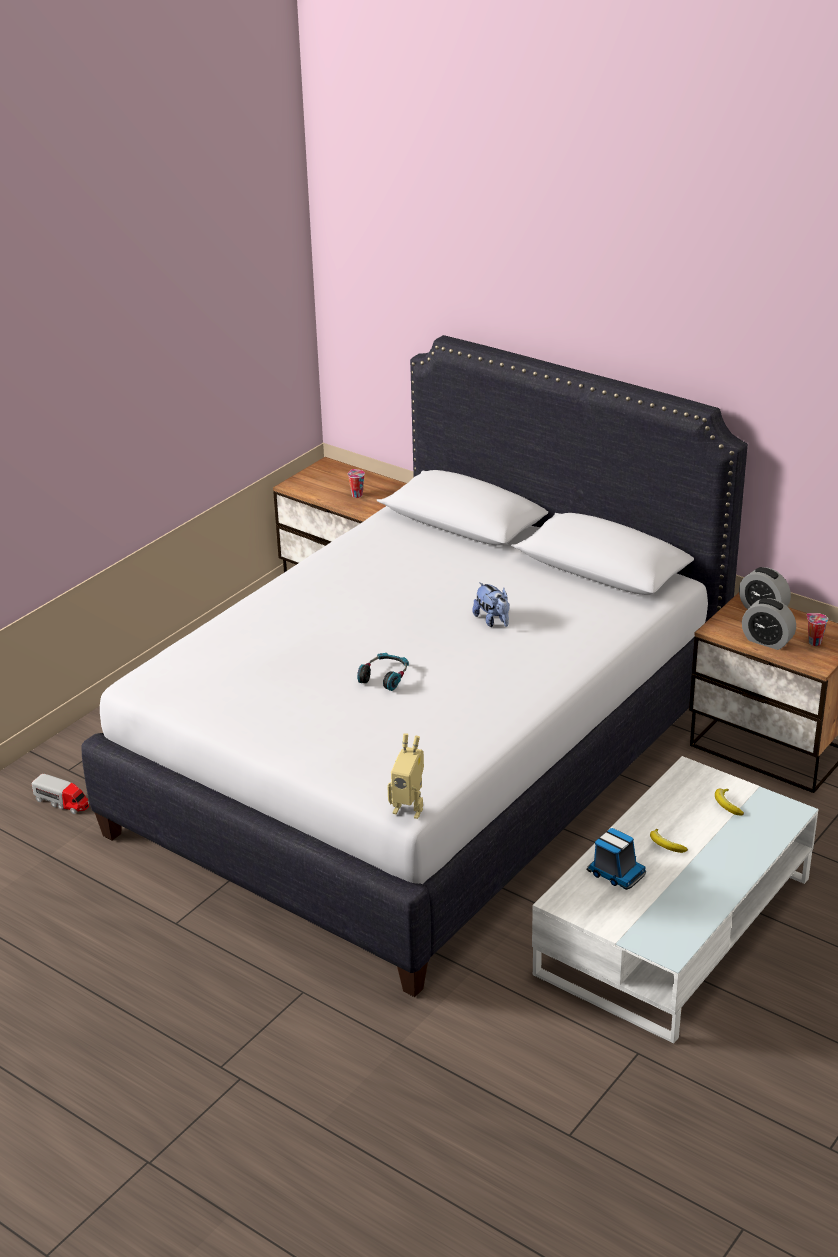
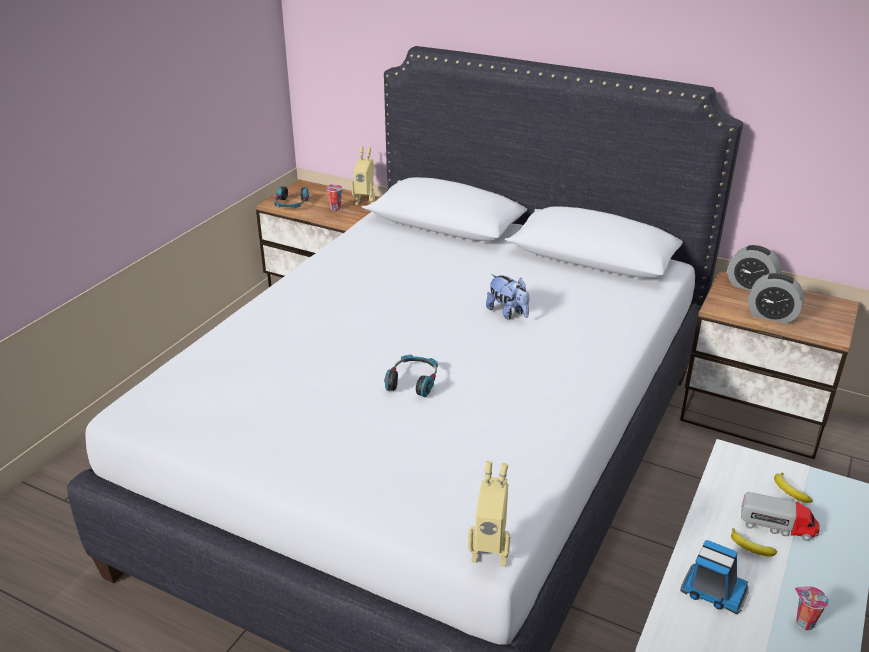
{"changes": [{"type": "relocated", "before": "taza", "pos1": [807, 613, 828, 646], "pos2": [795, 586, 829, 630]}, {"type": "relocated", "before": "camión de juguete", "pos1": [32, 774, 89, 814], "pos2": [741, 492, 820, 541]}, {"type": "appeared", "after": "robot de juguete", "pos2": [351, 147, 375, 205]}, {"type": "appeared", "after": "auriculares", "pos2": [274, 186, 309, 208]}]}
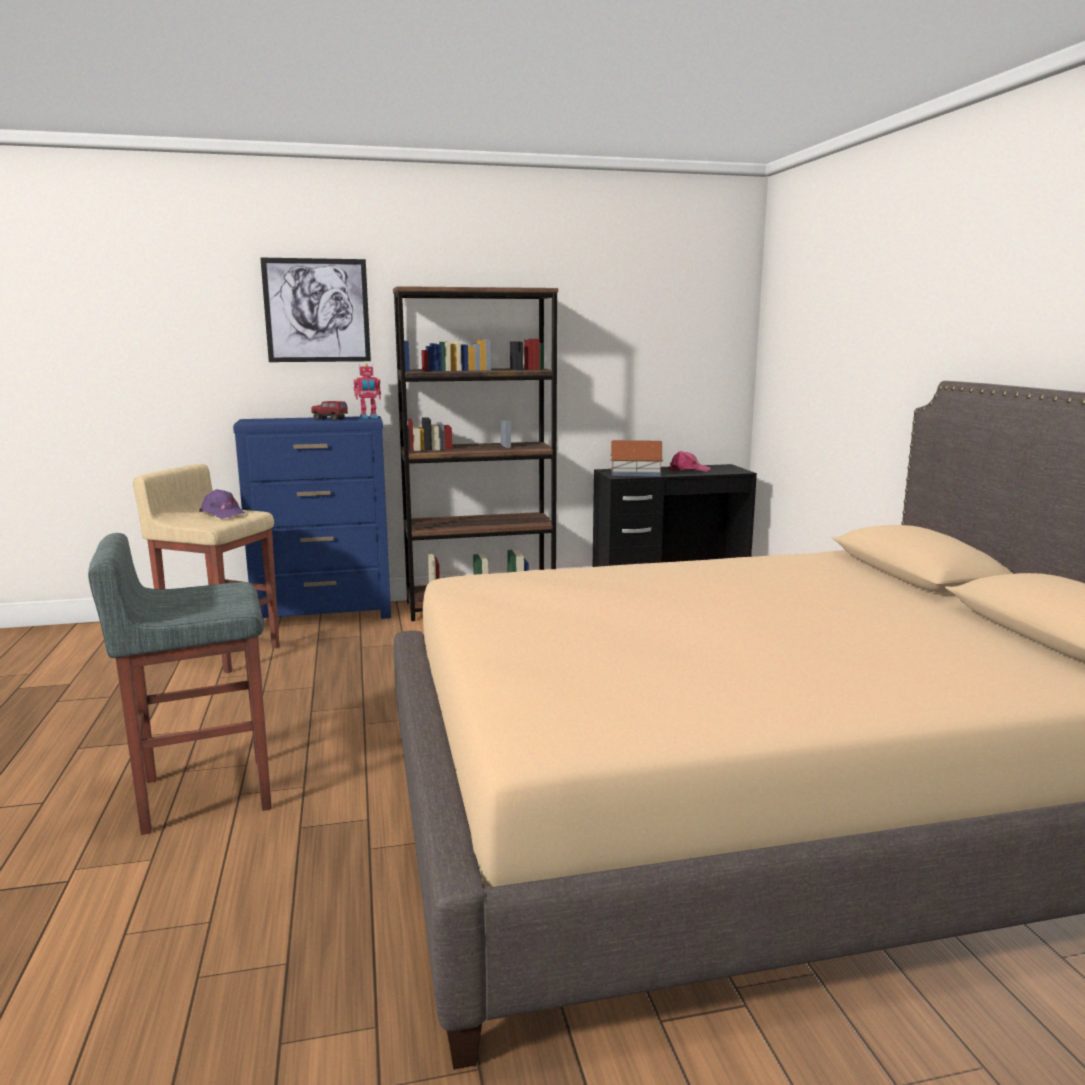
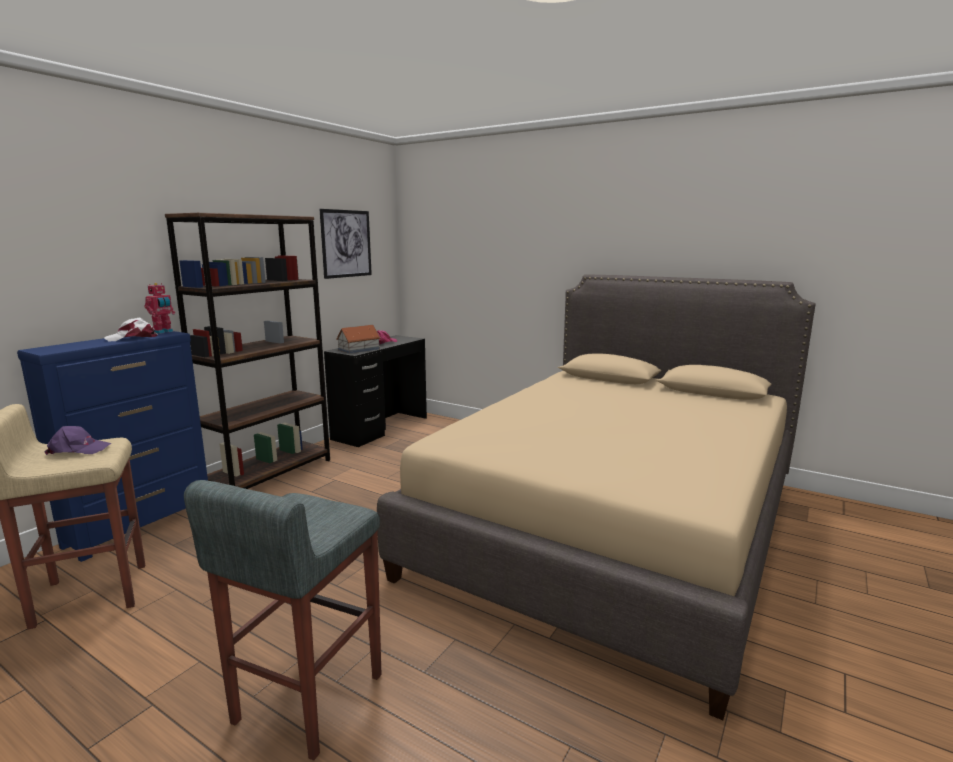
{"changes": [{"type": "relocated", "before": "cuadro", "pos1": [260, 258, 371, 362], "pos2": [320, 209, 372, 279]}, {"type": "exchanged", "before": "camión de juguete", "after": "gorra [blanco]", "pos1": [311, 401, 348, 421], "pos2": [105, 317, 158, 342]}]}
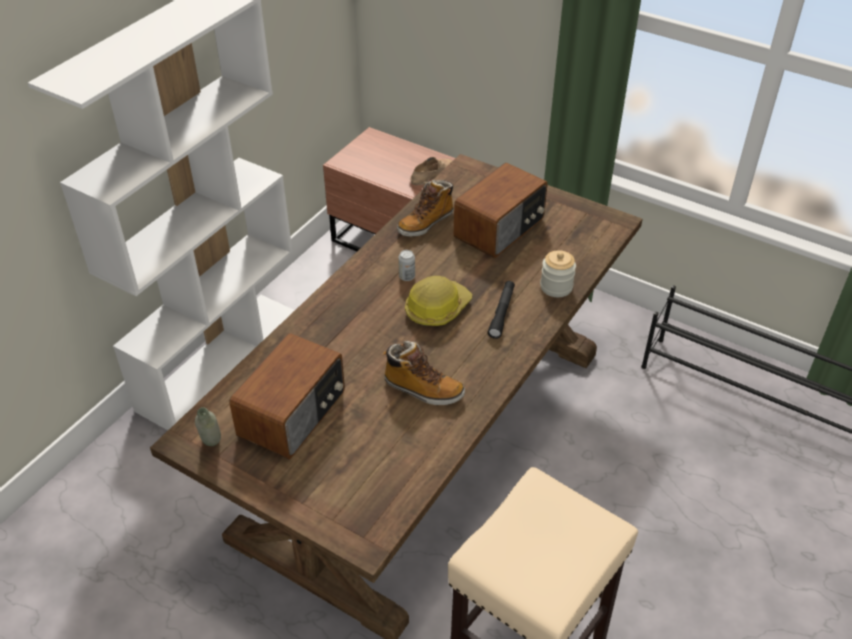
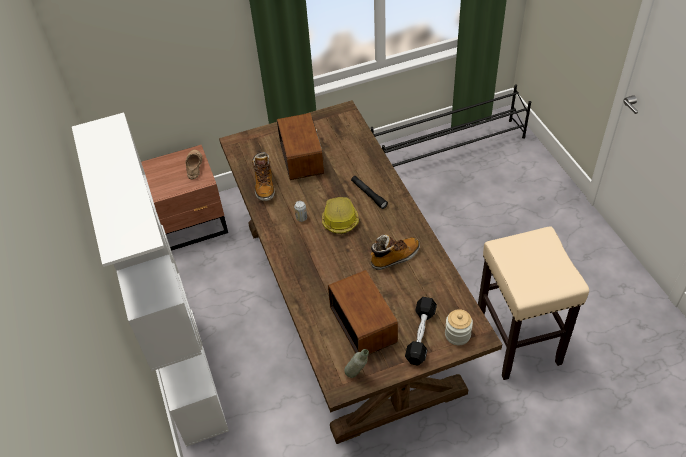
{"changes": [{"type": "relocated", "before": "tarro", "pos1": [540, 250, 576, 297], "pos2": [445, 309, 473, 345]}, {"type": "appeared", "after": "mancuerna [negro]", "pos2": [405, 297, 437, 366]}]}
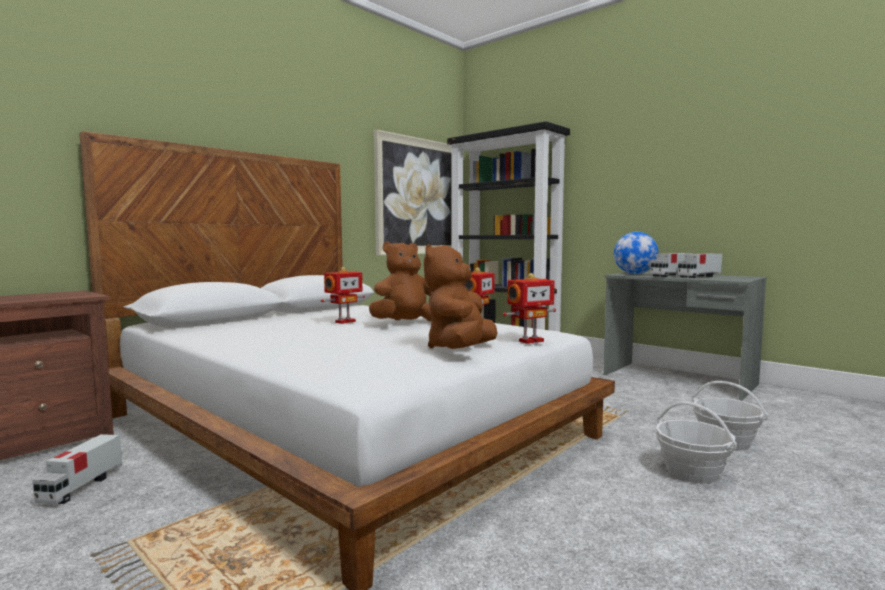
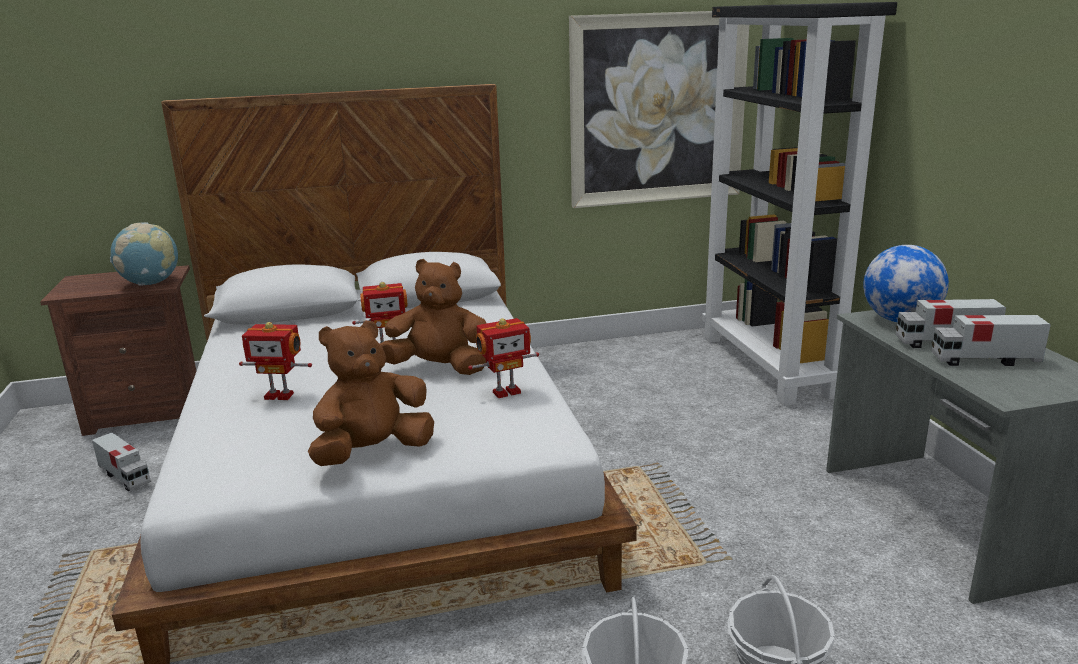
{"changes": [{"type": "relocated", "before": "robot de juguete", "pos1": [503, 273, 556, 344], "pos2": [239, 322, 312, 400]}, {"type": "spun", "before": "camión de juguete", "pos1": [33, 434, 122, 504], "pos2": [92, 433, 151, 491], "turn": -90}, {"type": "appeared", "after": "globo terráqueo", "pos2": [110, 222, 178, 286]}]}
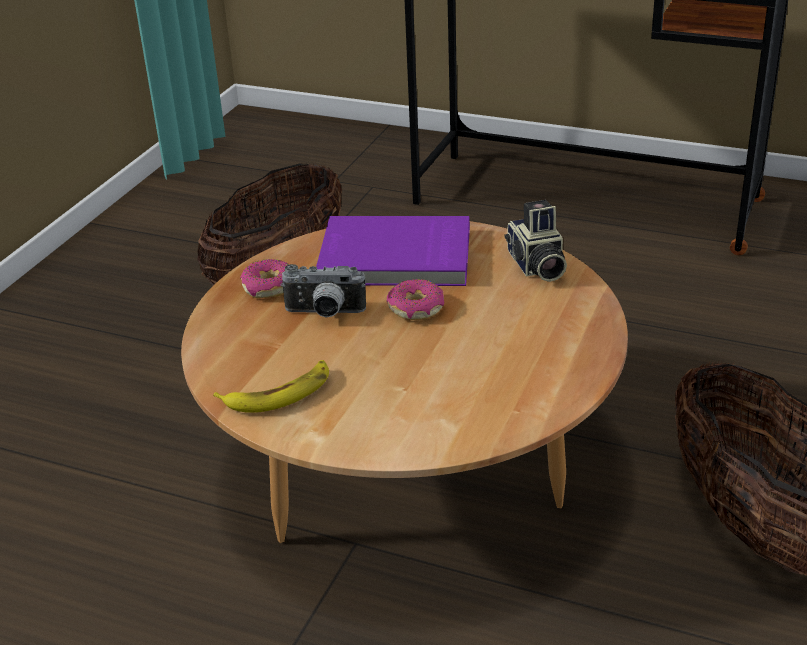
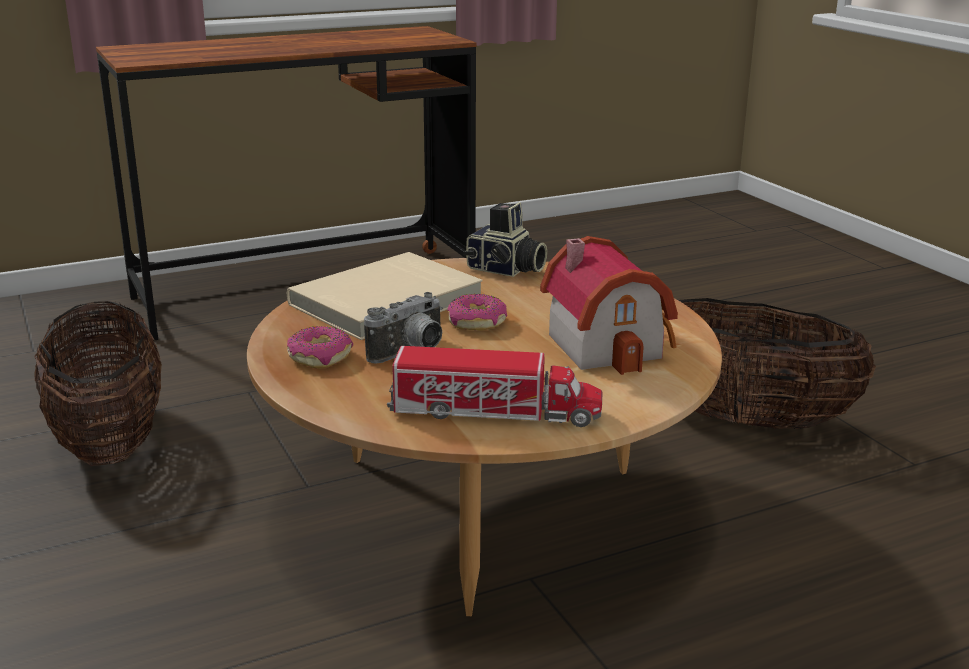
{"changes": [{"type": "colour", "before": "libro [morado]", "after": "libro [beis]", "pos1": [316, 216, 470, 286], "pos2": [287, 252, 483, 340]}, {"type": "exchanged", "before": "plátano", "after": "camión de juguete", "pos1": [213, 360, 329, 413], "pos2": [387, 346, 602, 427]}, {"type": "appeared", "after": "casita", "pos2": [540, 236, 678, 375]}]}
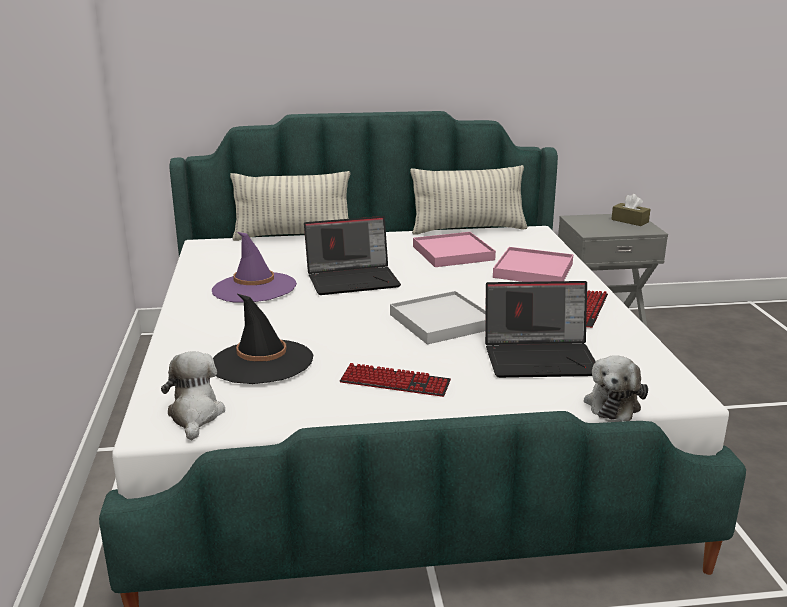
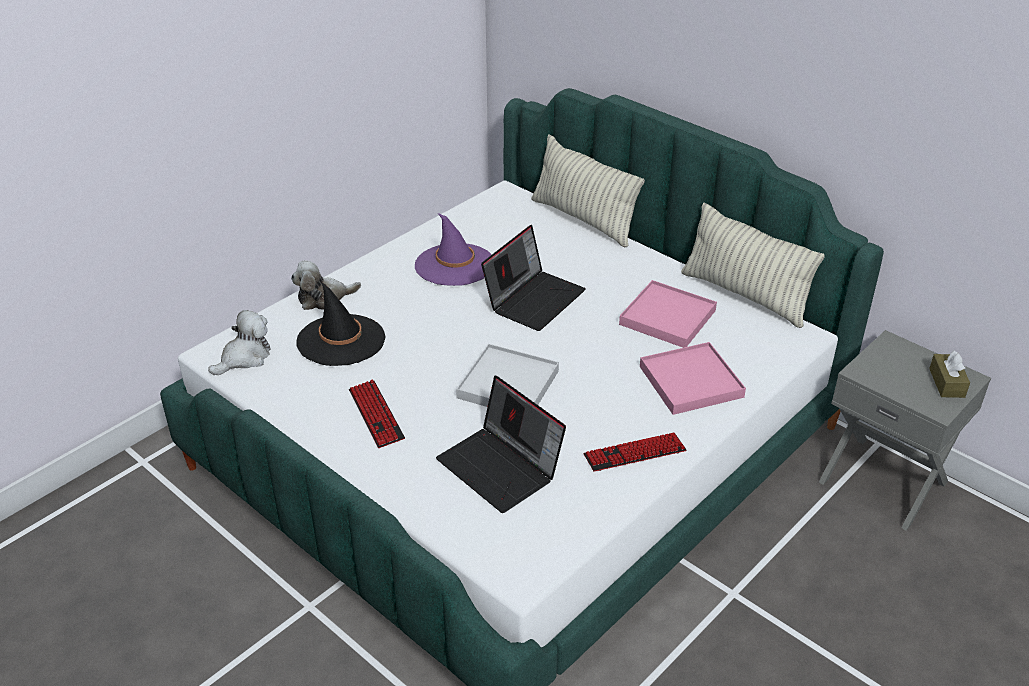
{"changes": [{"type": "spun", "before": "portátil", "pos1": [304, 216, 401, 295], "pos2": [481, 225, 585, 331], "turn": -90}, {"type": "relocated", "before": "peluche", "pos1": [584, 355, 648, 421], "pos2": [291, 260, 361, 310]}]}
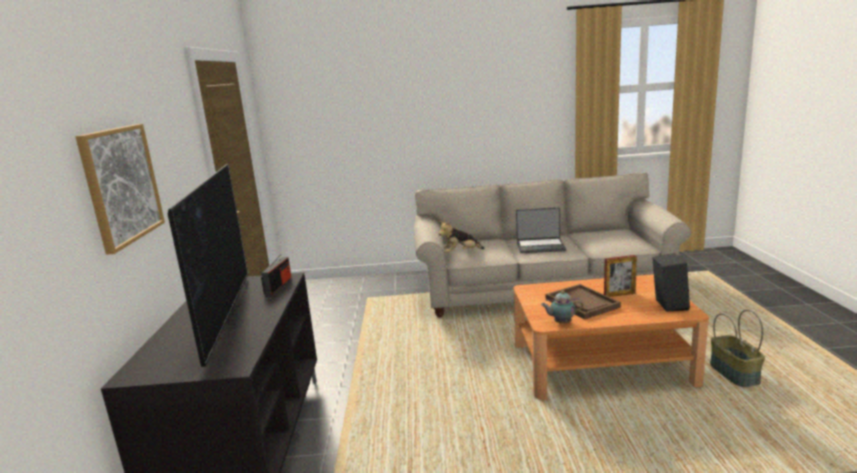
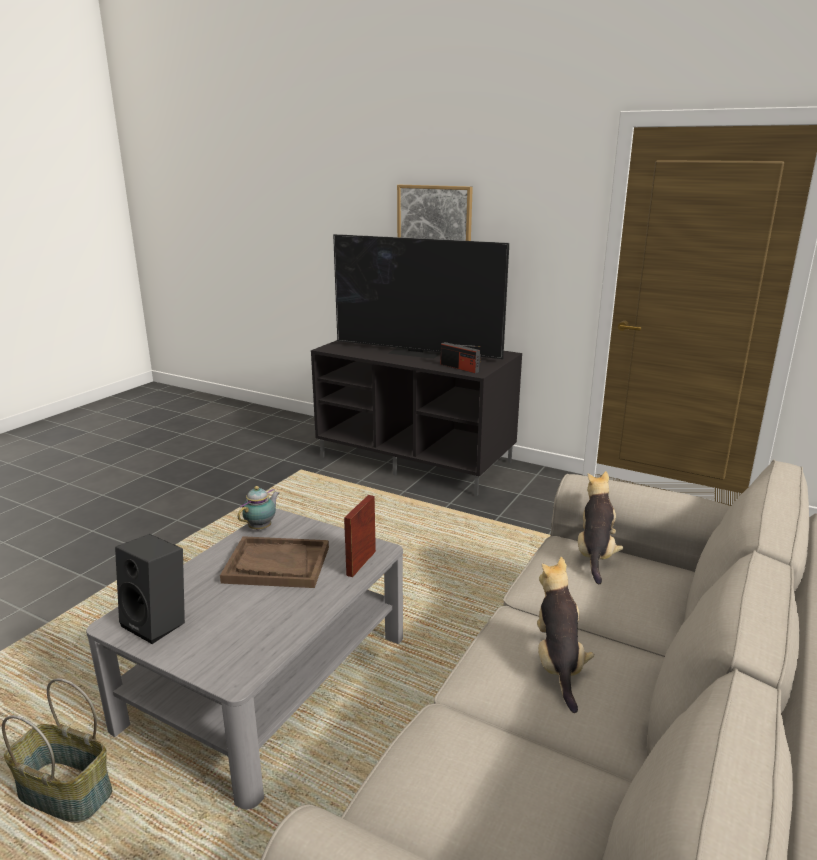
{"changes": [{"type": "exchanged", "before": "portátil", "after": "peluche", "pos1": [516, 207, 566, 253], "pos2": [537, 557, 594, 713]}, {"type": "relocated", "before": "portarretratos", "pos1": [604, 255, 637, 297], "pos2": [344, 495, 376, 577]}, {"type": "colour", "before": "mesa de centro [marrón]", "after": "mesa de centro [gris]", "pos1": [513, 274, 709, 400], "pos2": [86, 509, 403, 810]}]}
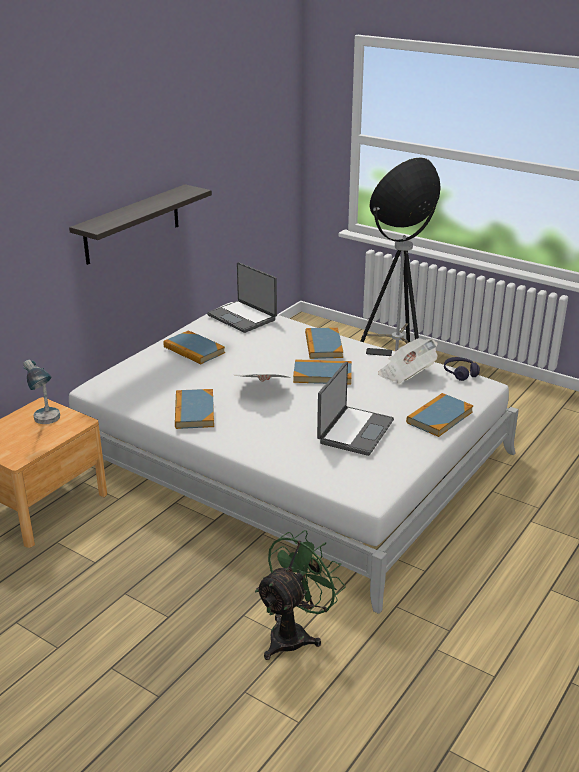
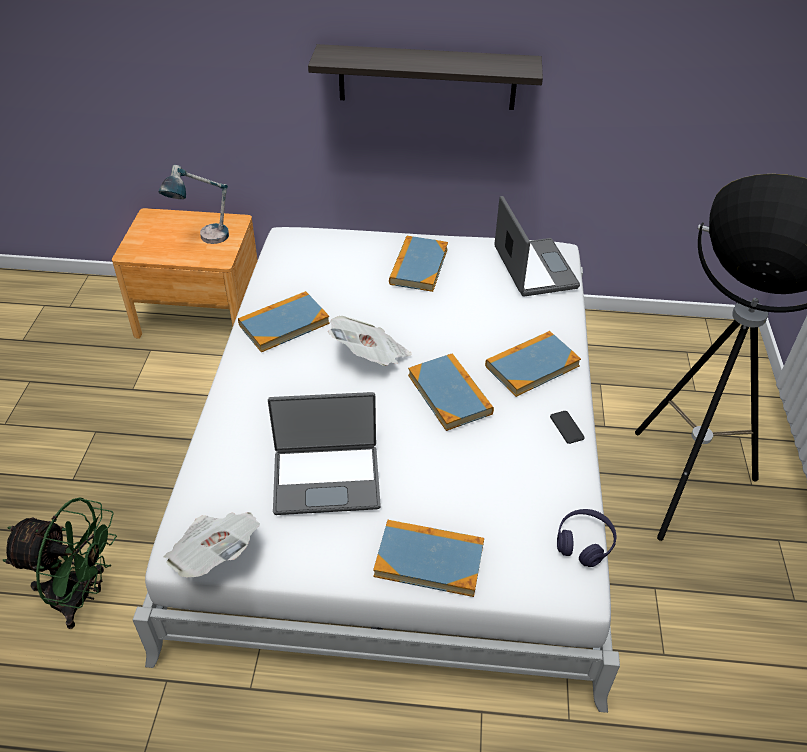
{"changes": [{"type": "spun", "before": "portátil", "pos1": [207, 262, 277, 333], "pos2": [494, 196, 580, 297], "turn": 150}, {"type": "relocated", "before": "periódico", "pos1": [378, 338, 438, 384], "pos2": [163, 512, 260, 577]}]}
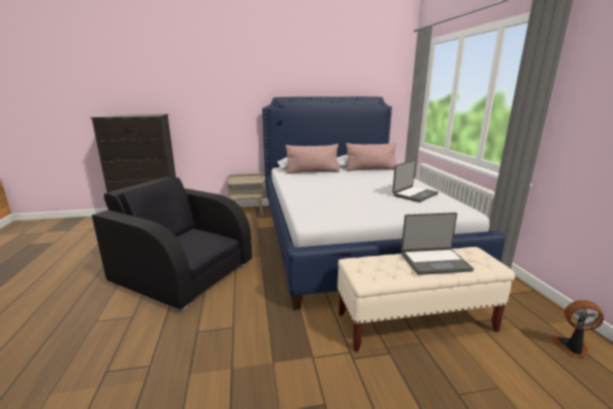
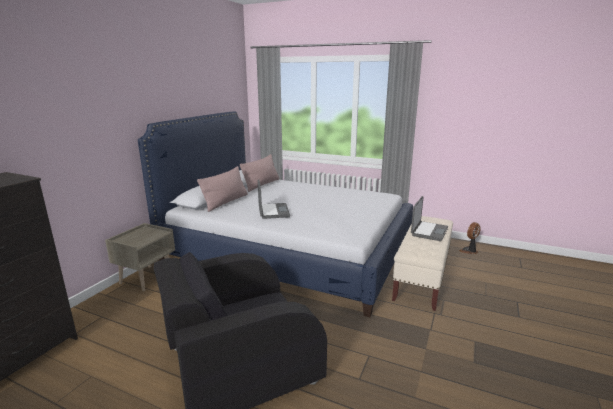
{"changes": [{"type": "relocated", "before": "portátil", "pos1": [392, 160, 439, 202], "pos2": [258, 179, 290, 219]}]}
